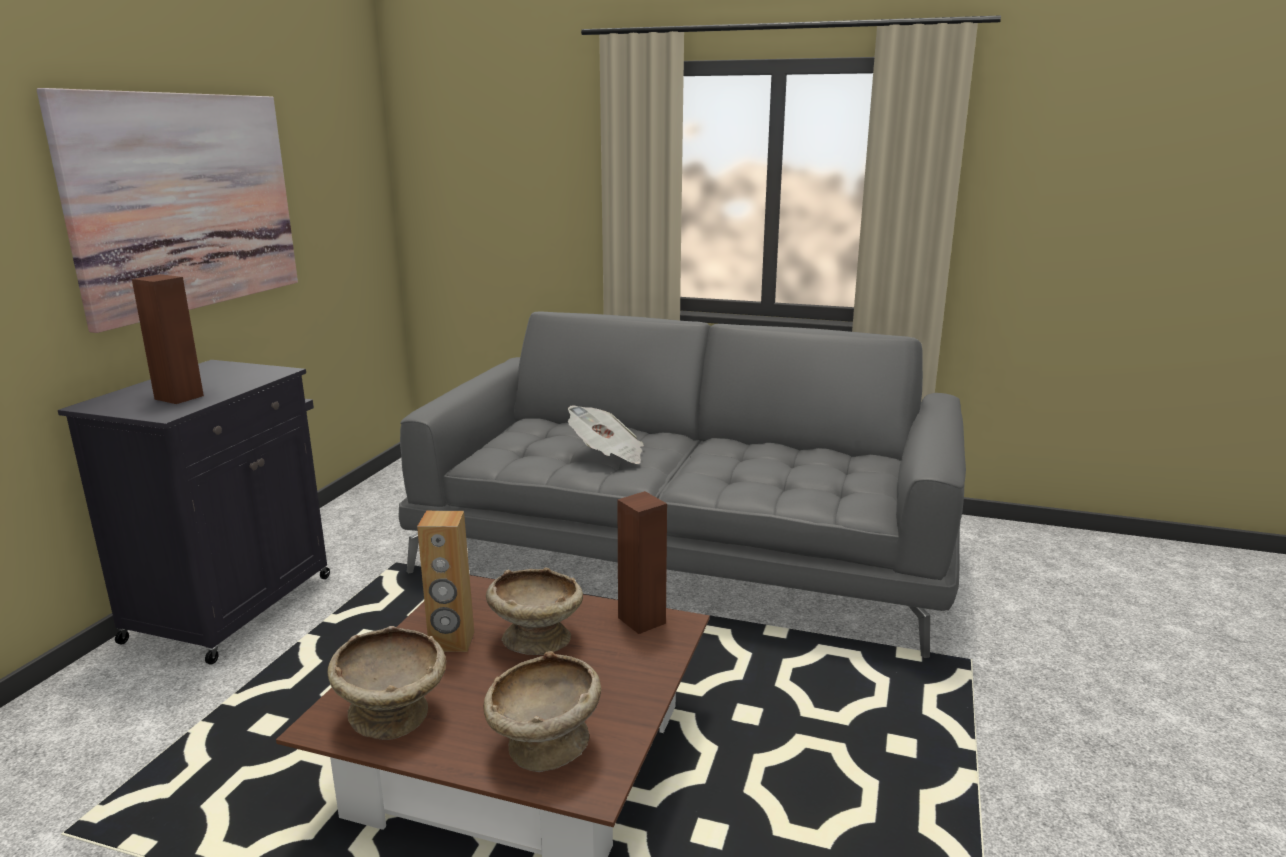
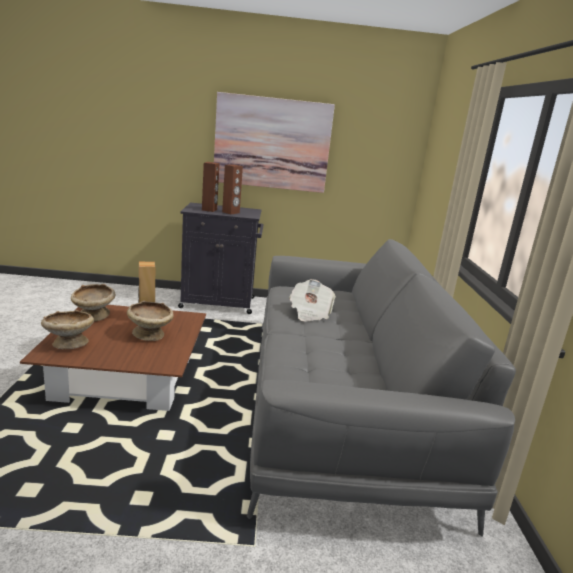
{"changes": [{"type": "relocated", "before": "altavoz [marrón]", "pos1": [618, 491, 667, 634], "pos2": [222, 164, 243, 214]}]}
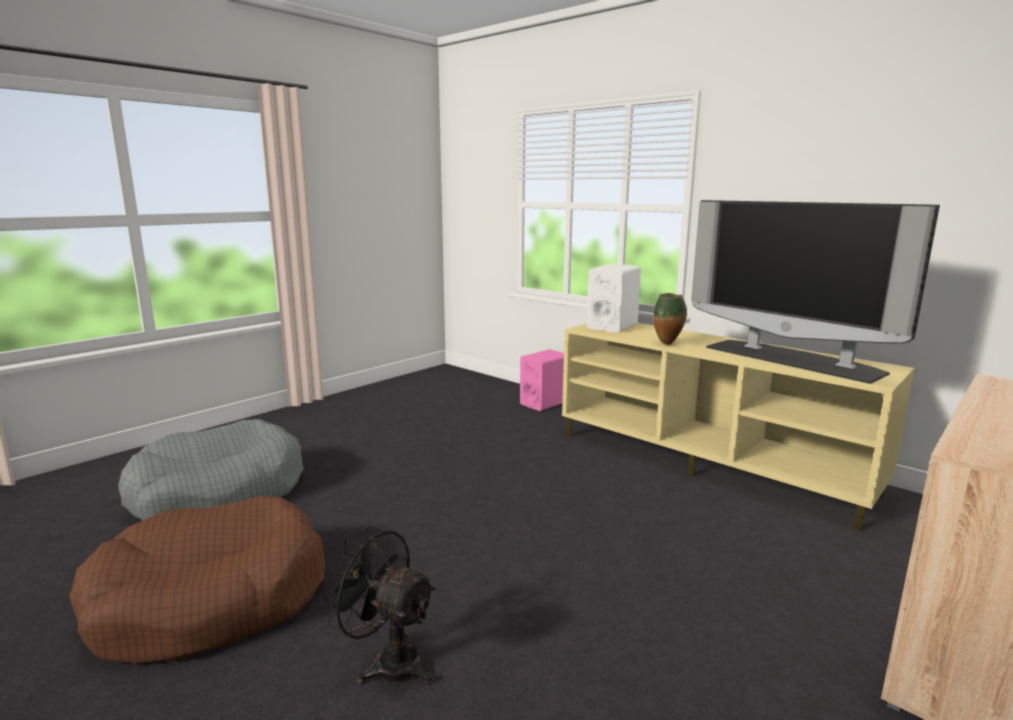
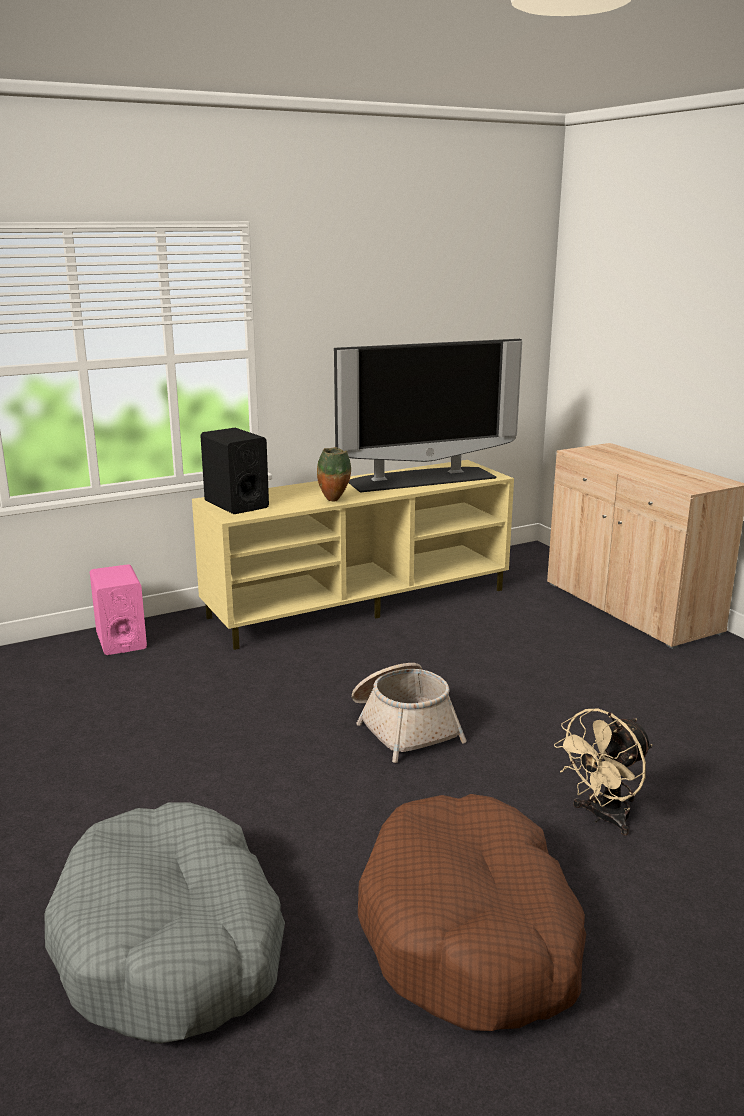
{"changes": [{"type": "colour", "before": "altavoz [blanco]", "after": "altavoz [negro]", "pos1": [587, 264, 641, 333], "pos2": [200, 428, 269, 514]}, {"type": "colour", "before": "ventilador [negro]", "after": "ventilador [beis]", "pos1": [319, 526, 436, 685], "pos2": [554, 709, 652, 836]}, {"type": "appeared", "after": "cesta", "pos2": [352, 663, 467, 763]}]}
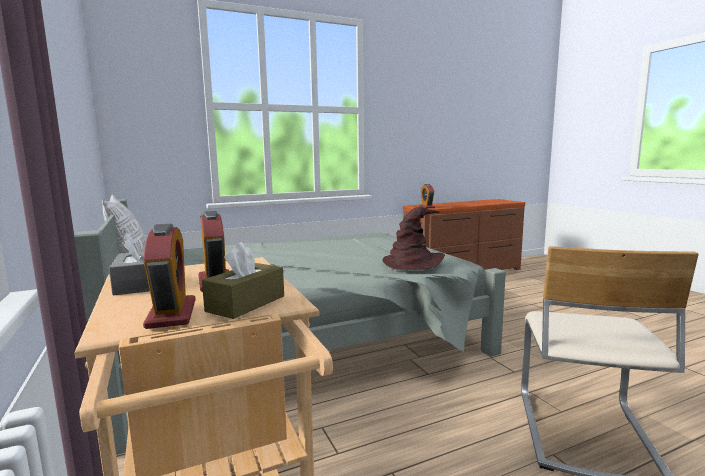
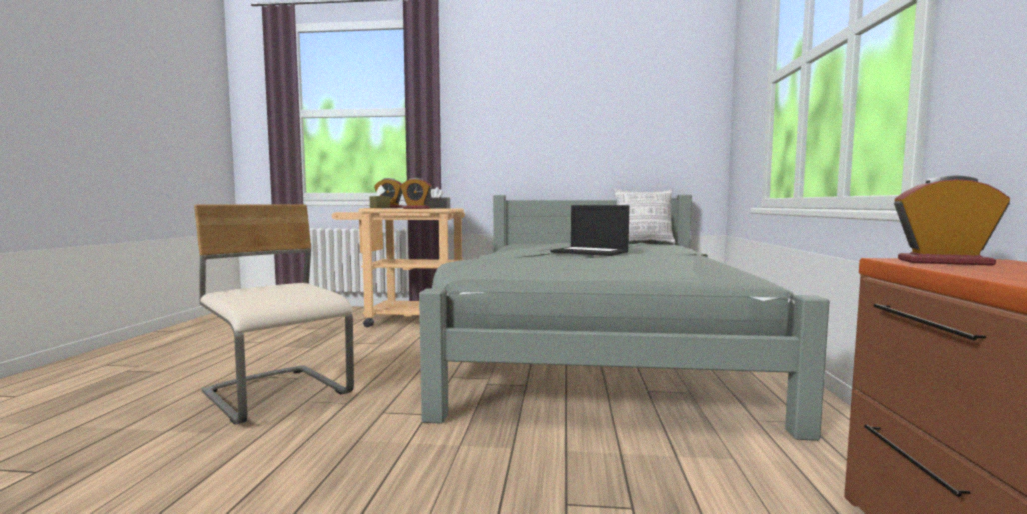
{"changes": [{"type": "missing", "before": "sombrero [marrón]", "pos1": [383, 207, 445, 270]}, {"type": "appeared", "after": "portátil", "pos2": [551, 205, 630, 256]}]}
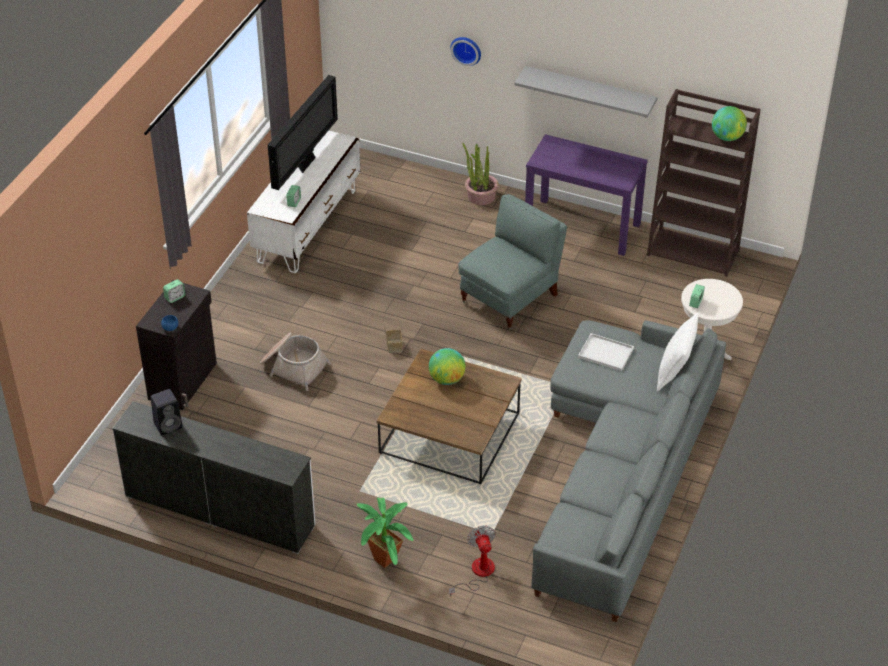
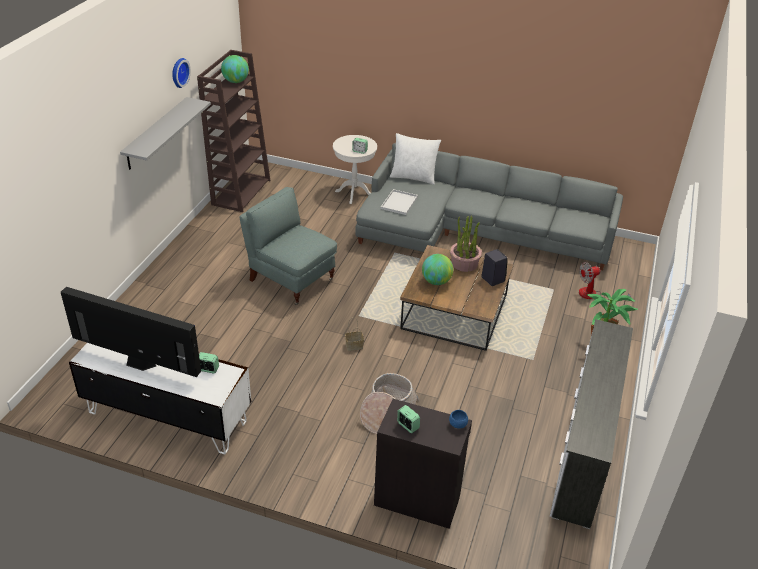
{"changes": [{"type": "relocated", "before": "reloj de pared", "pos1": [450, 37, 481, 66], "pos2": [172, 58, 191, 88]}, {"type": "missing", "before": "mesa consola [morado]", "pos1": [525, 134, 648, 256]}, {"type": "relocated", "before": "planta en maceta", "pos1": [462, 143, 499, 205], "pos2": [450, 215, 482, 272]}, {"type": "relocated", "before": "altavoz [negro]", "pos1": [150, 389, 183, 435], "pos2": [481, 249, 508, 286]}]}
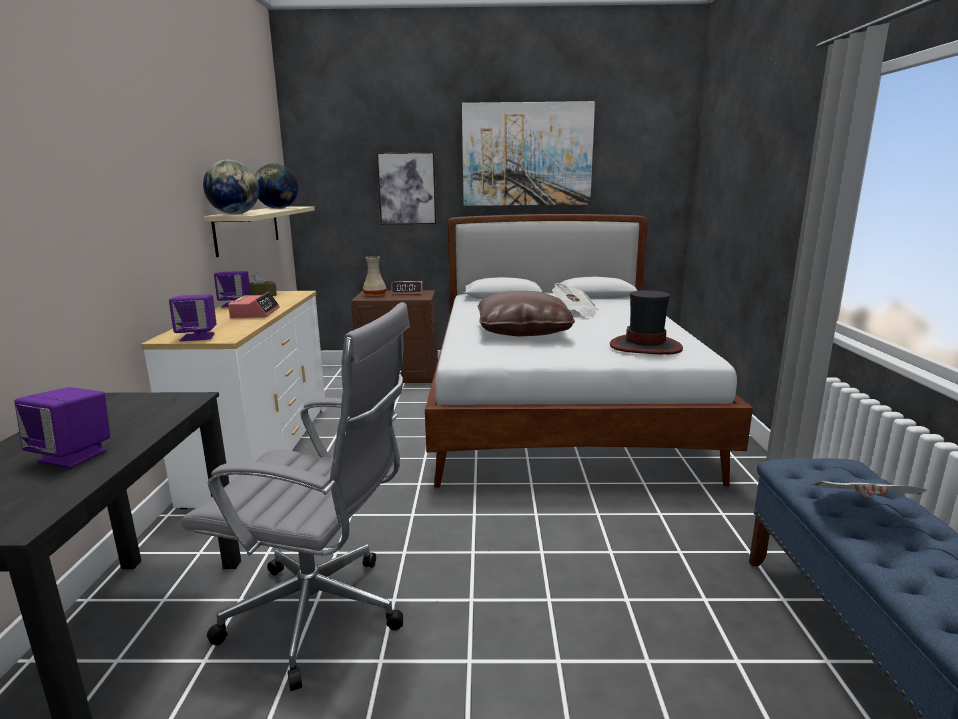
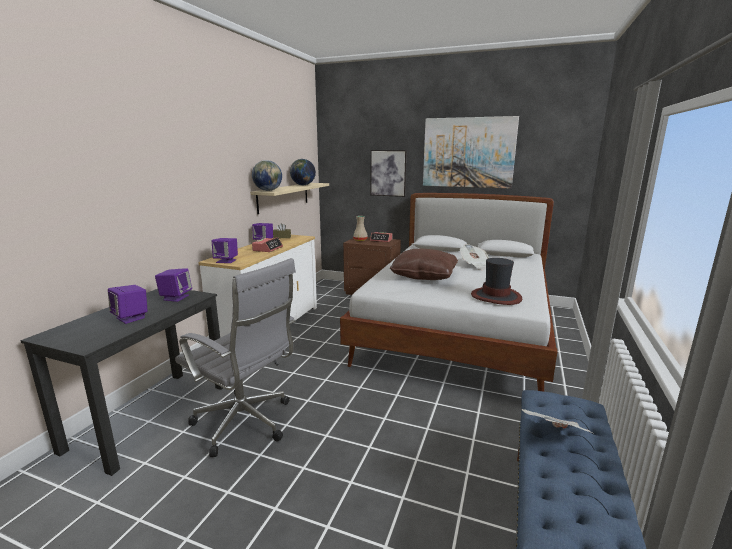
{"changes": [{"type": "appeared", "after": "altavoz [morado]", "pos2": [155, 268, 192, 302]}]}
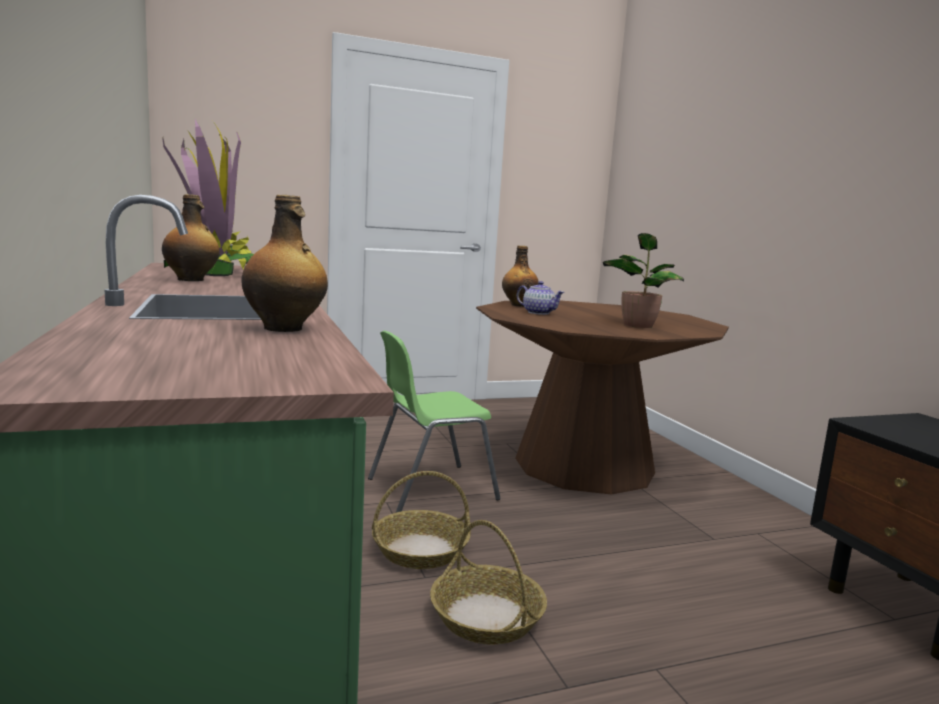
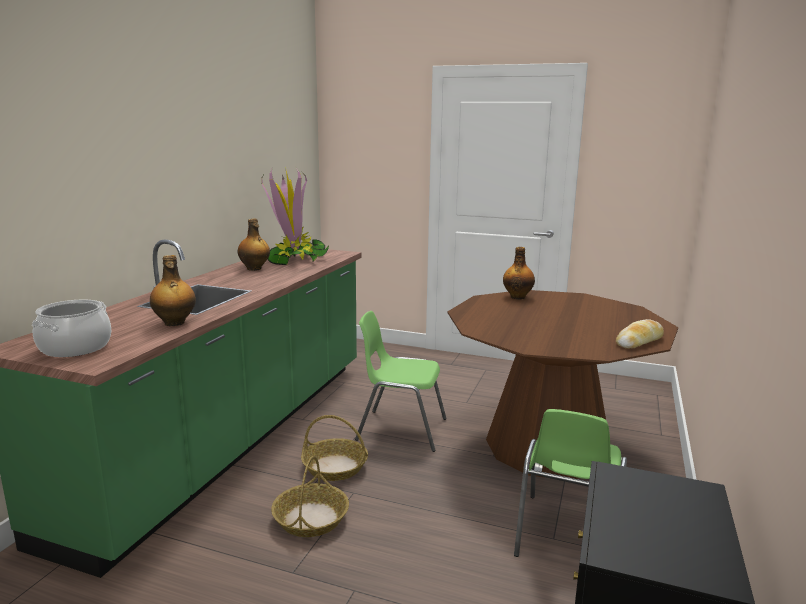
{"changes": [{"type": "missing", "before": "planta en maceta", "pos1": [603, 233, 684, 328]}, {"type": "missing", "before": "tetera", "pos1": [517, 281, 565, 315]}, {"type": "appeared", "after": "olla", "pos2": [32, 300, 111, 357]}, {"type": "appeared", "after": "pan", "pos2": [616, 319, 664, 349]}, {"type": "appeared", "after": "silla [verde]", "pos2": [514, 409, 627, 557]}]}
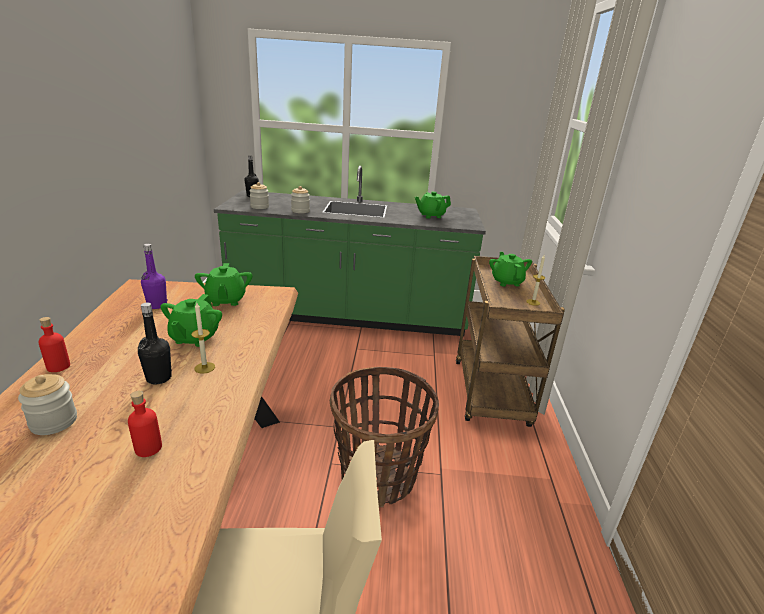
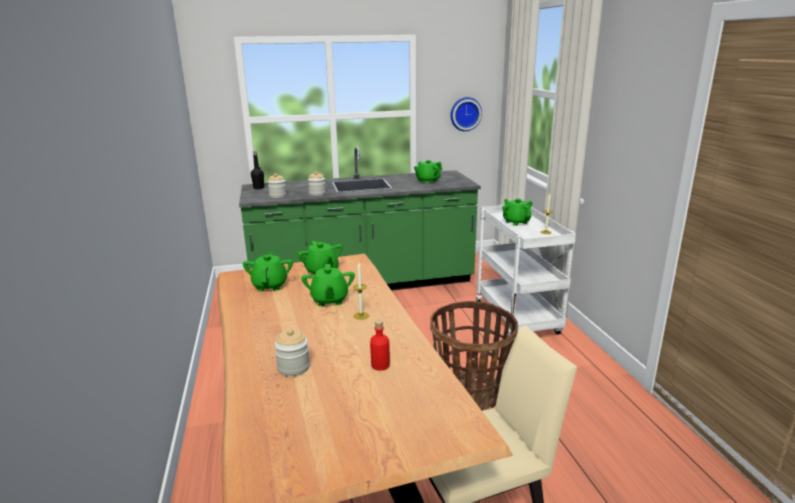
{"changes": [{"type": "exchanged", "before": "botella [morado]", "after": "tetera [verde]", "pos1": [141, 244, 167, 309], "pos2": [243, 252, 293, 291]}, {"type": "colour", "before": "carrito [marrón]", "after": "carrito [blanco]", "pos1": [456, 256, 565, 427], "pos2": [476, 205, 576, 336]}, {"type": "missing", "before": "botella [negro]", "pos1": [138, 303, 172, 384]}, {"type": "missing", "before": "botella [rojo]", "pos1": [38, 317, 70, 372]}, {"type": "appeared", "after": "reloj de pared", "pos2": [450, 97, 482, 131]}]}
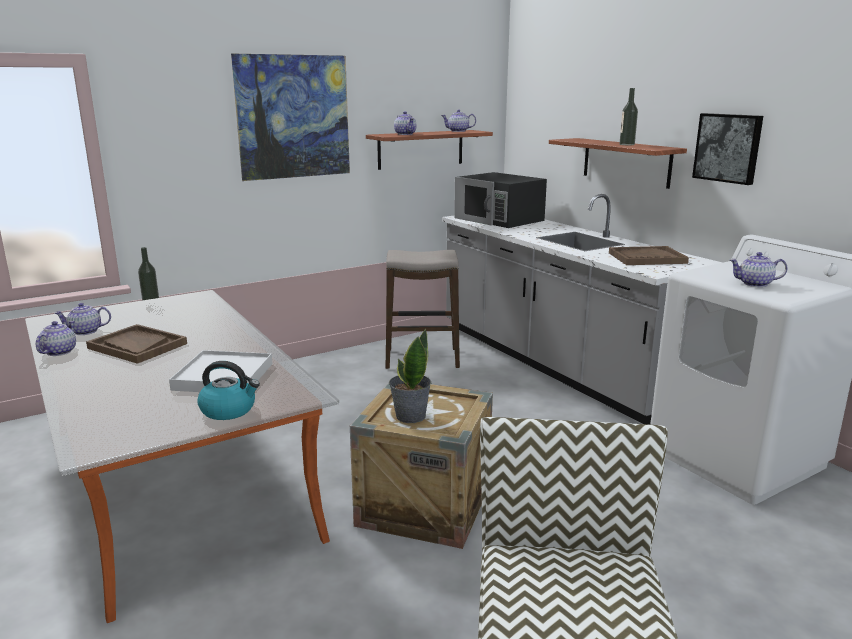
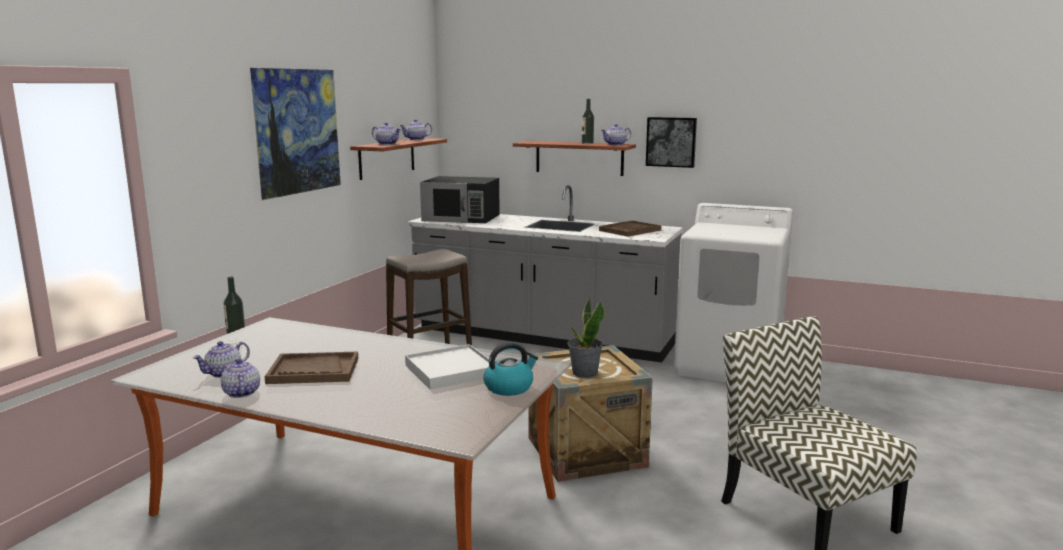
{"changes": [{"type": "relocated", "before": "tetera", "pos1": [730, 252, 788, 287], "pos2": [602, 124, 631, 145]}]}
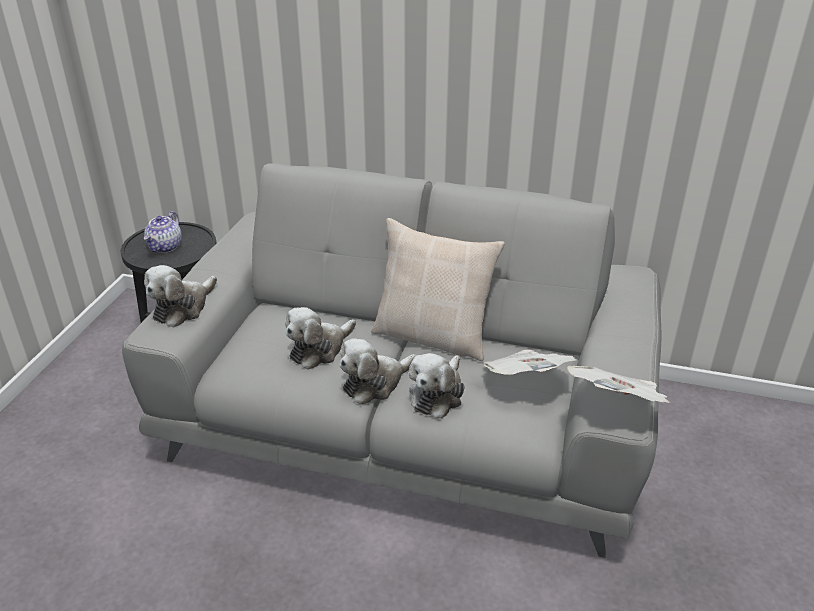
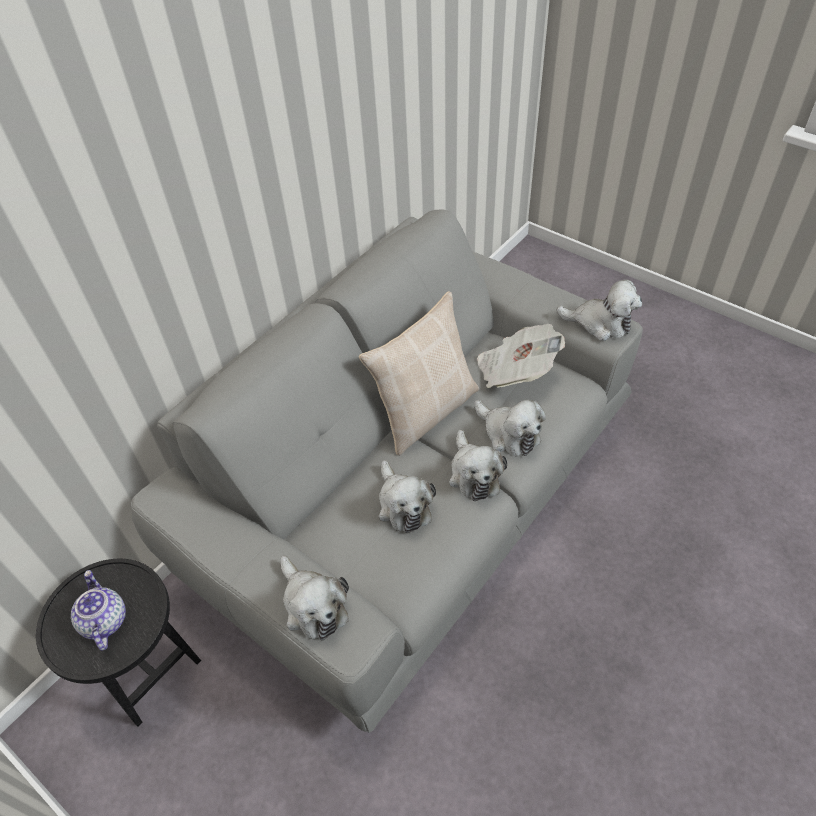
{"changes": [{"type": "spun", "before": "tetera", "pos1": [144, 211, 182, 253], "pos2": [71, 570, 126, 651], "turn": -150}, {"type": "exchanged", "before": "periódico", "after": "peluche", "pos1": [567, 366, 671, 403], "pos2": [557, 279, 642, 341]}]}
